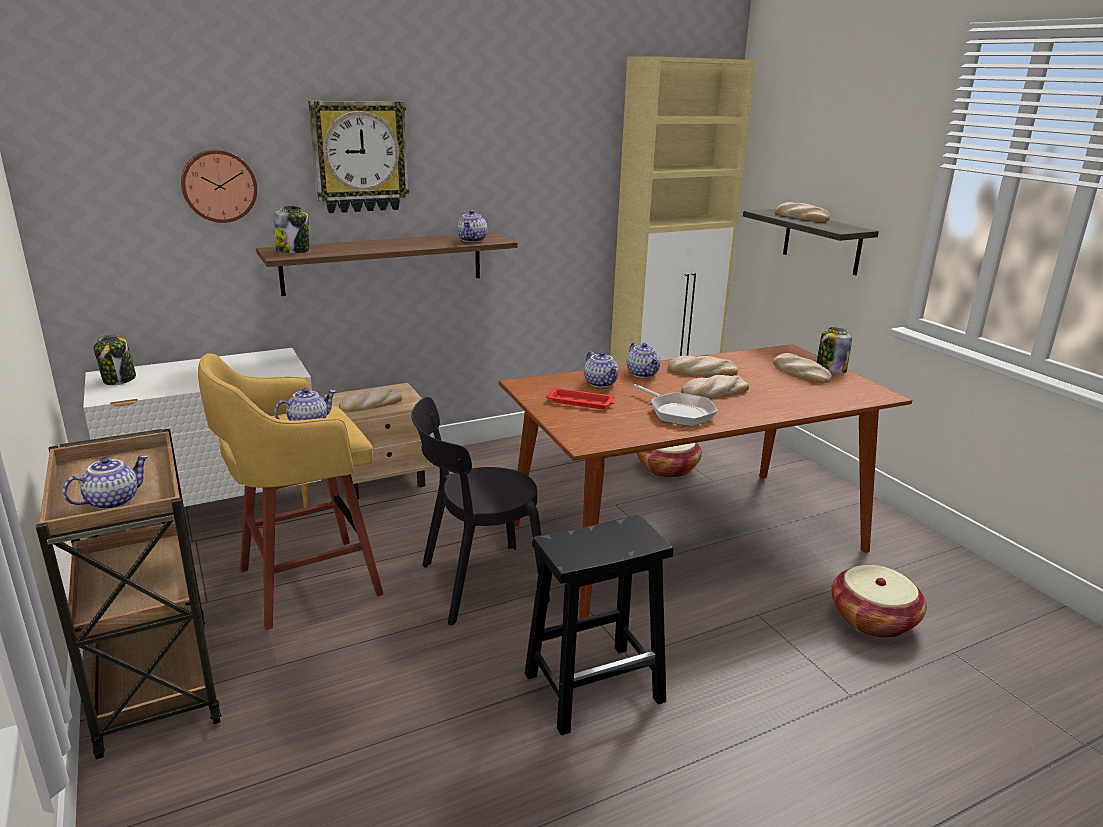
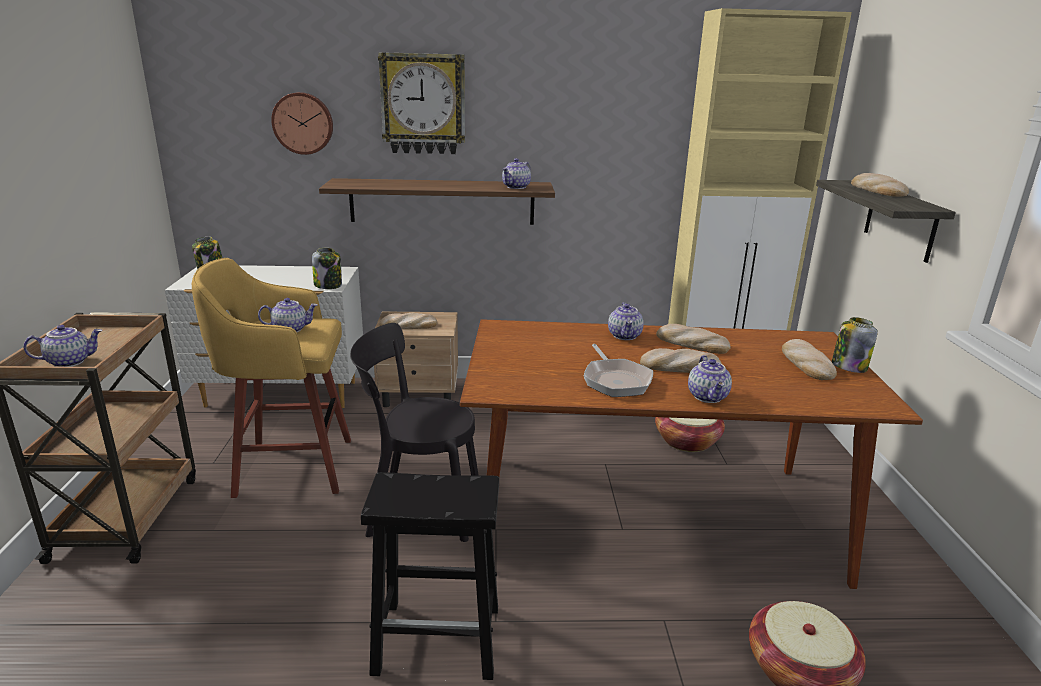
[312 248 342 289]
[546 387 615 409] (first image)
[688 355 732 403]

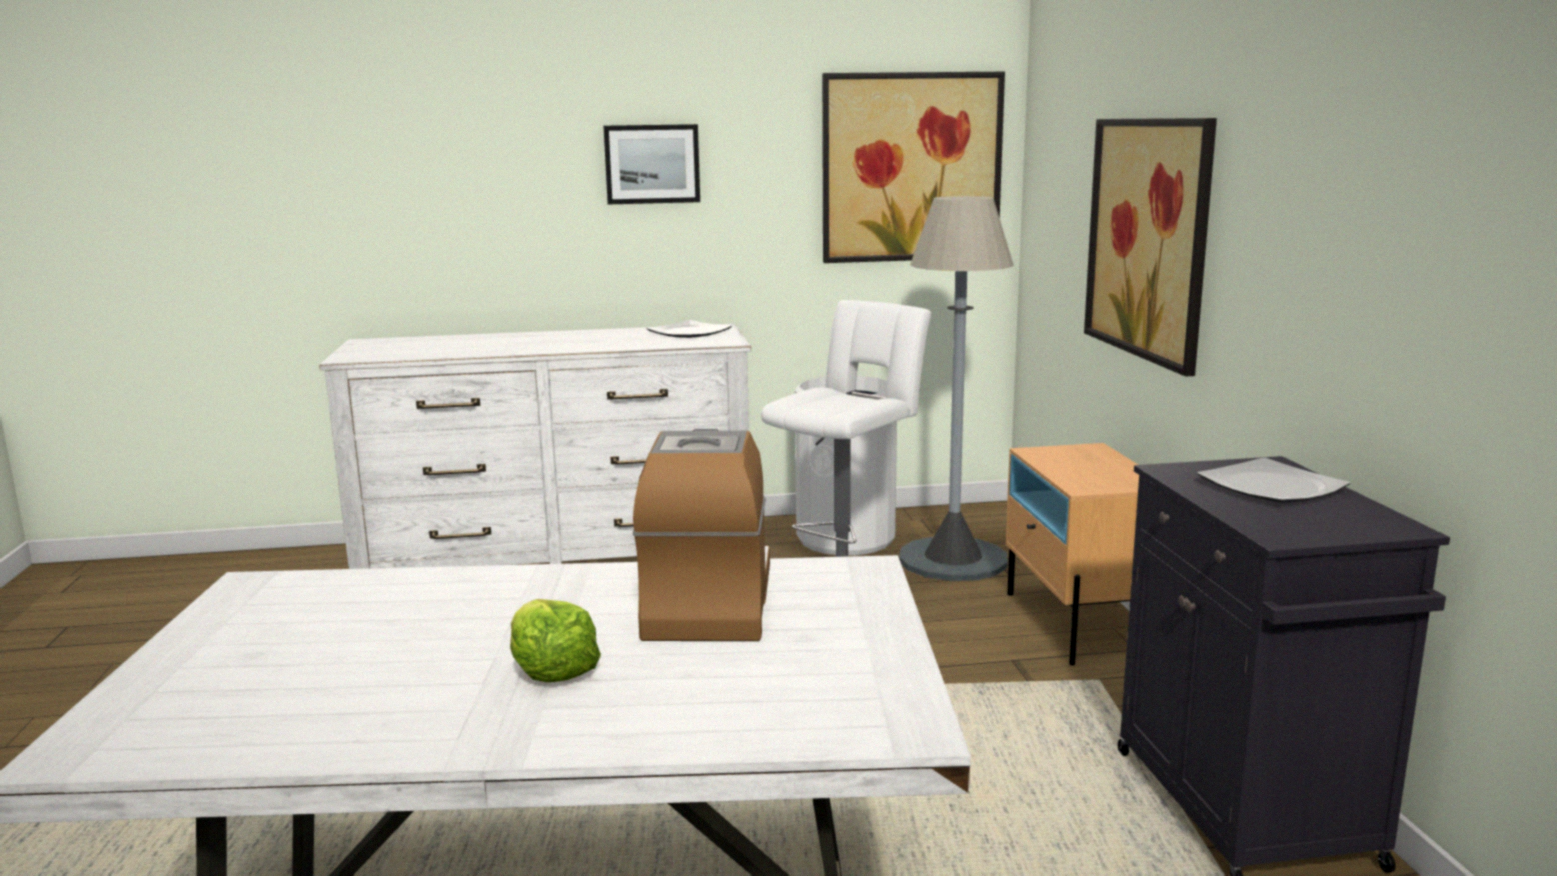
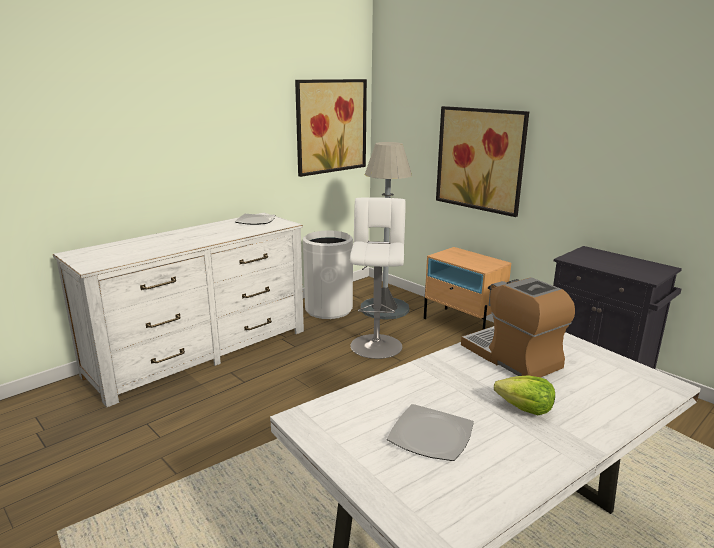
[604 124 700 204] (first image)
[387 404 474 461]

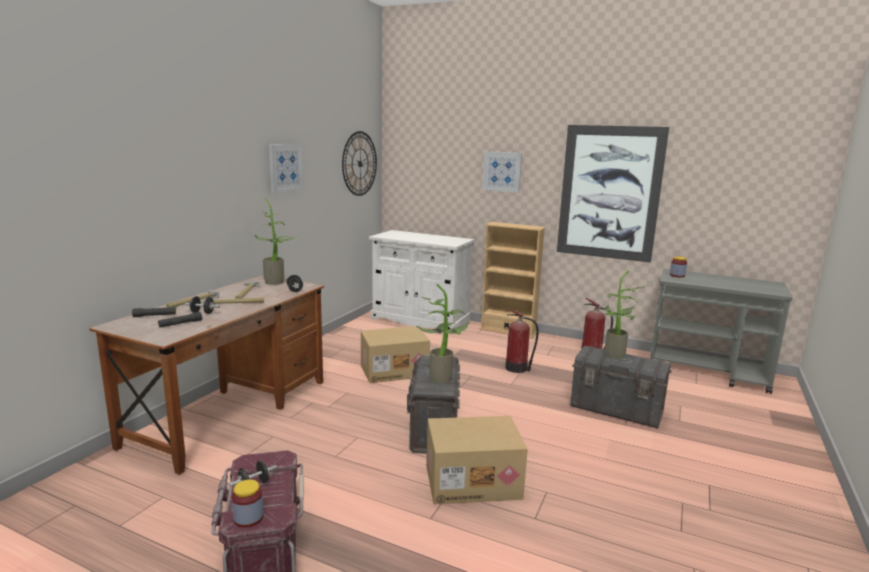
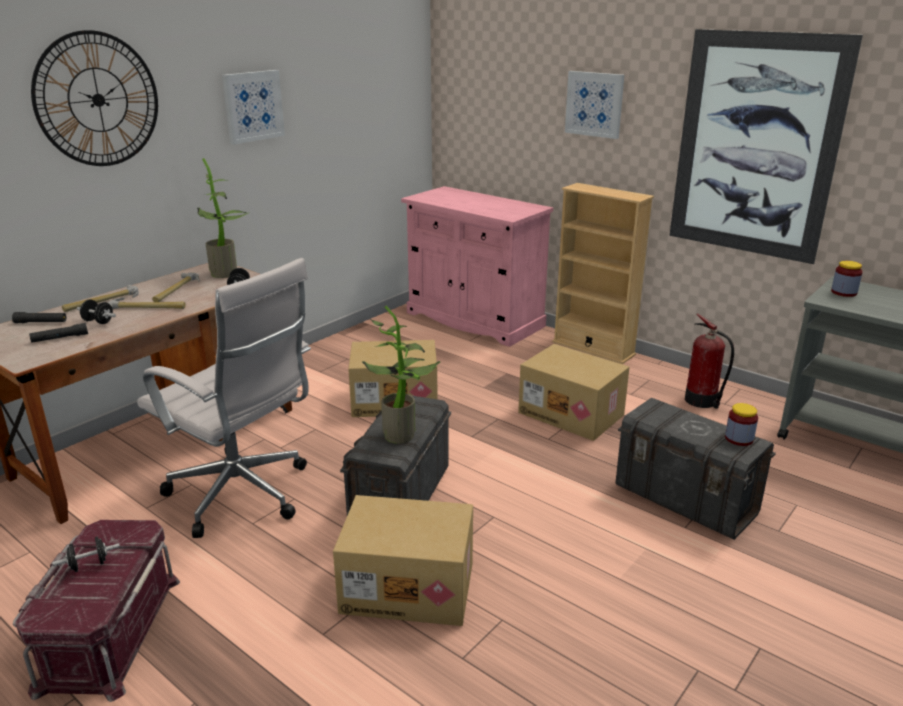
[725 403 758 446]
[31 30 158 166]
[401 186 553 347]
[518 344 629 441]
[604 271 645 359] (first image)
[137 258 311 538]

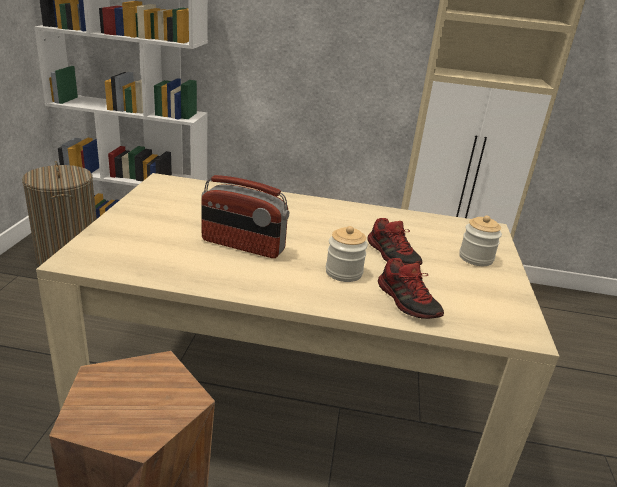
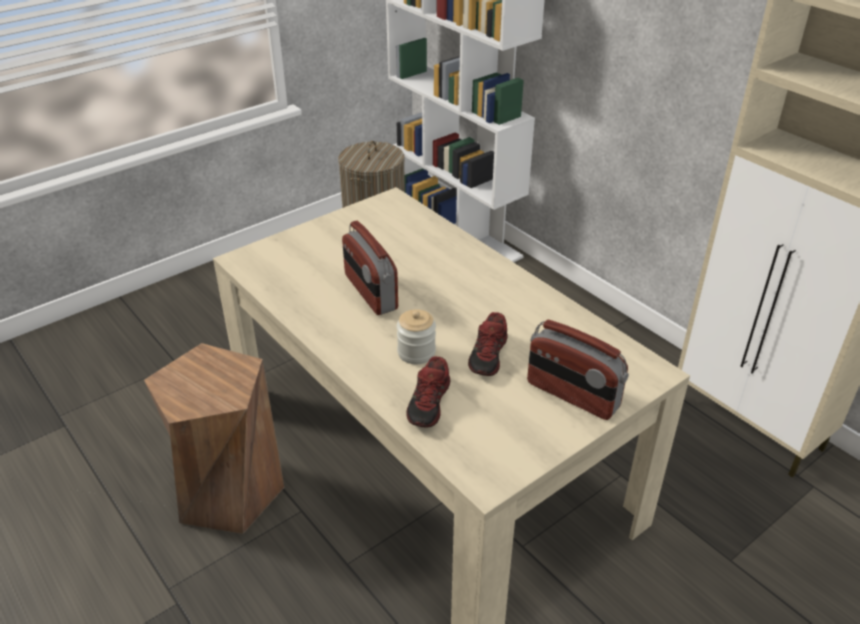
[527 320 629 420]

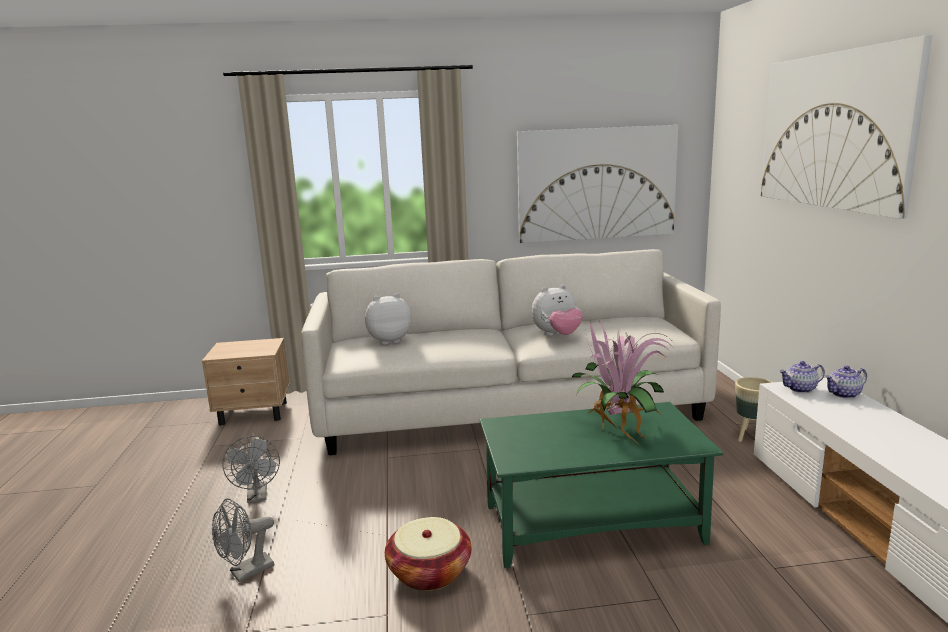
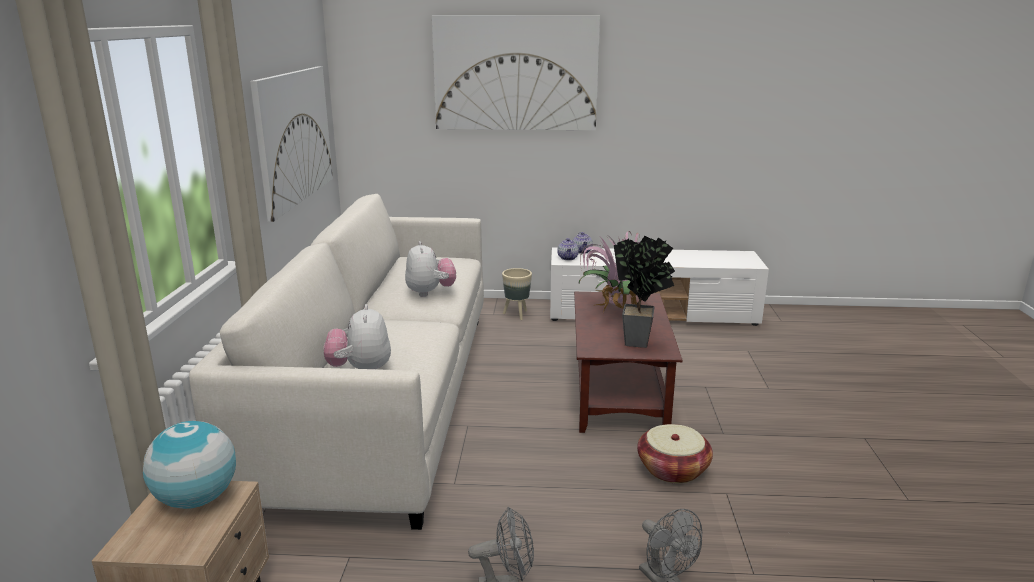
[574 292 683 433]
[143 421 236 509]
[614 236 675 348]

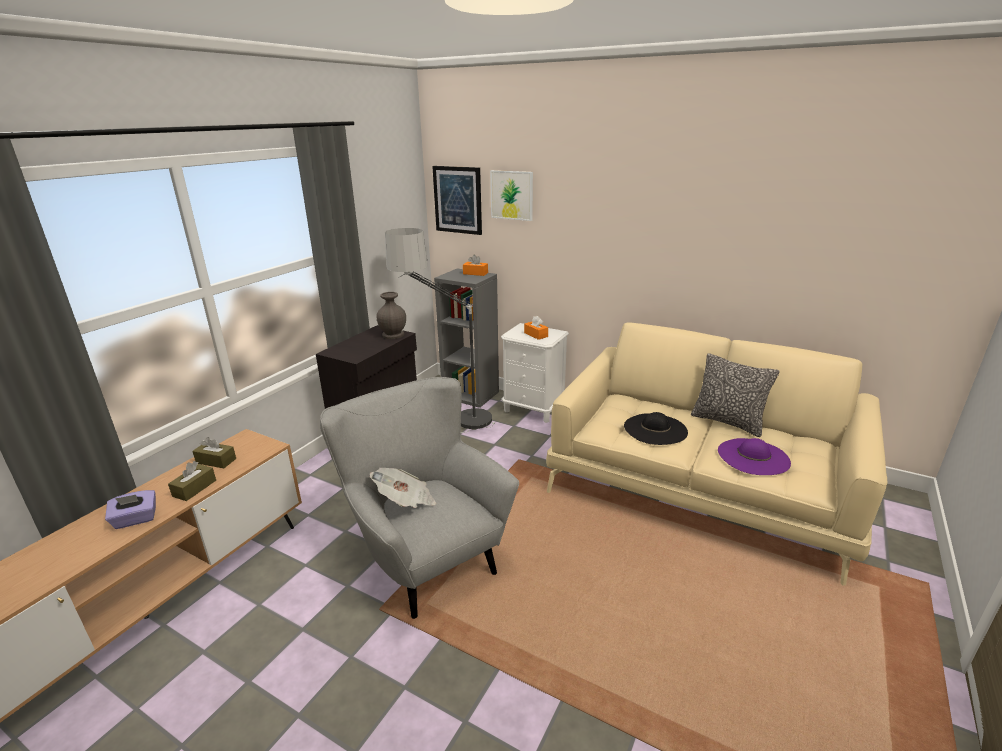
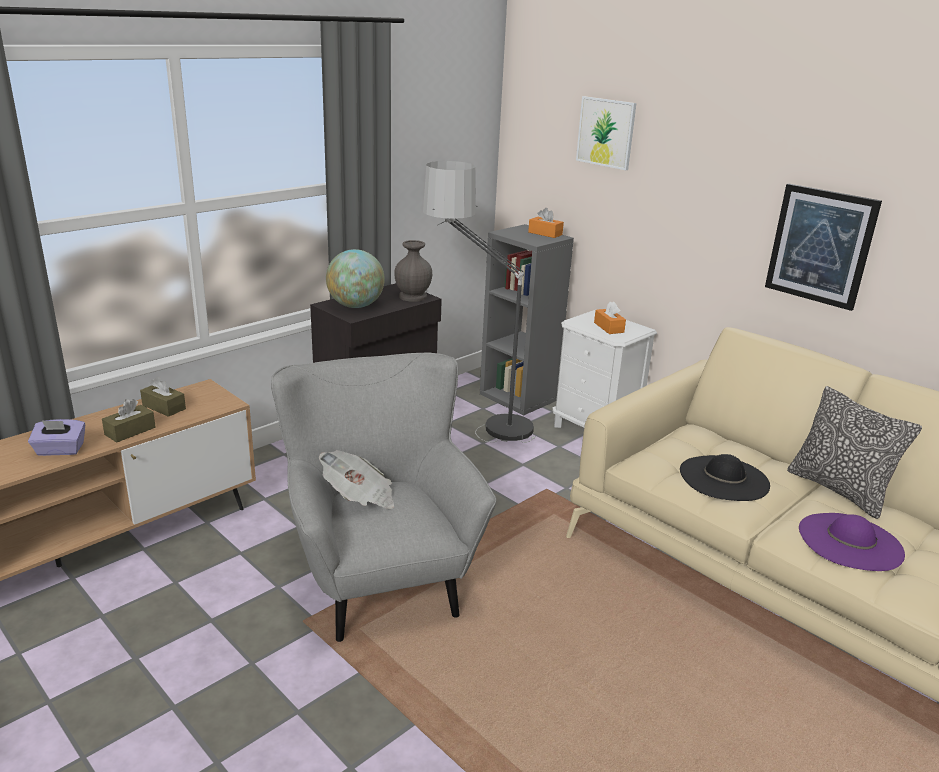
[765 184 882 311]
[326 249 385 308]

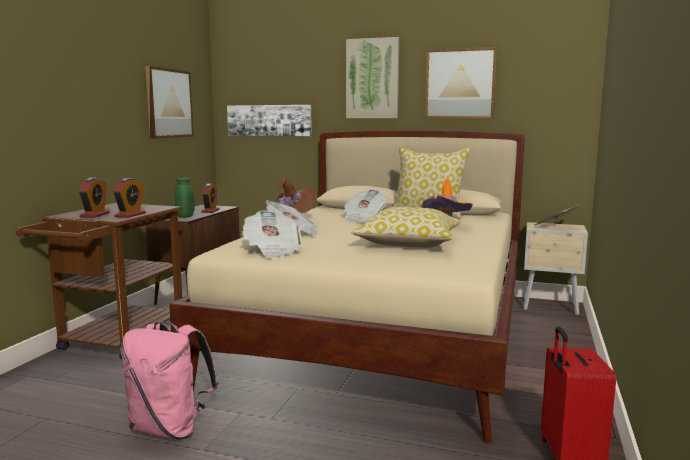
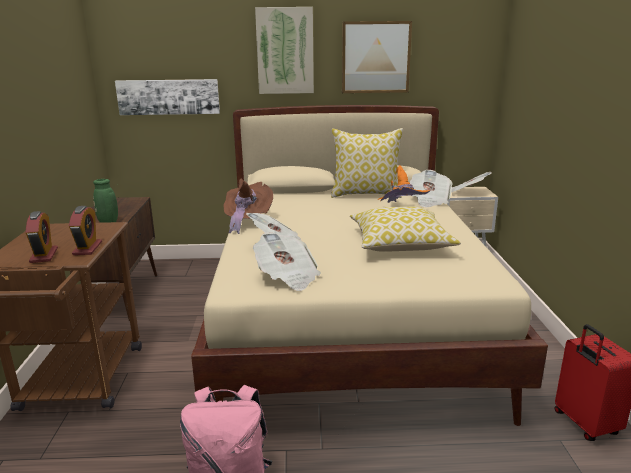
[145 66 194 139] (first image)
[201 184 219 213] (first image)
[410 170 453 207]

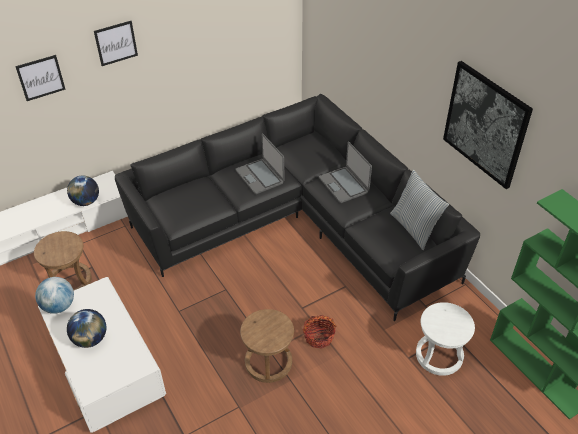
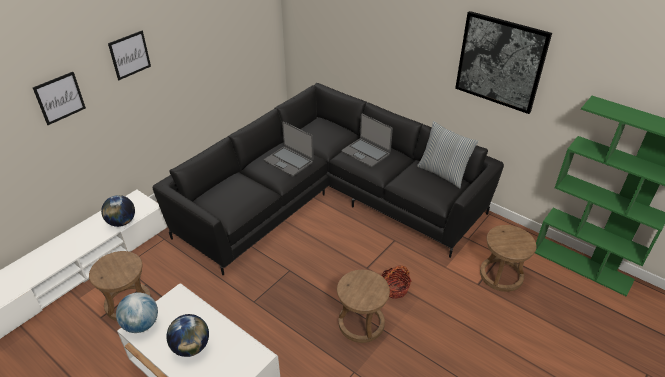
[480 225 537 292]

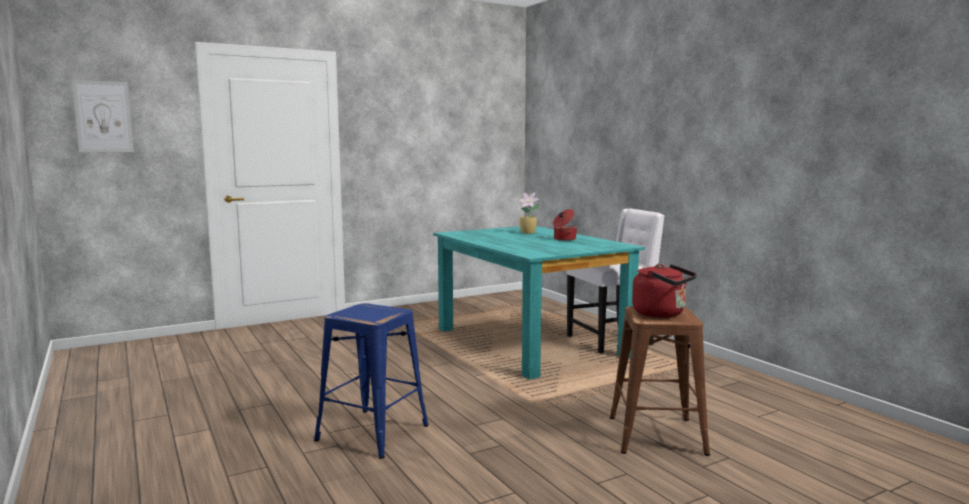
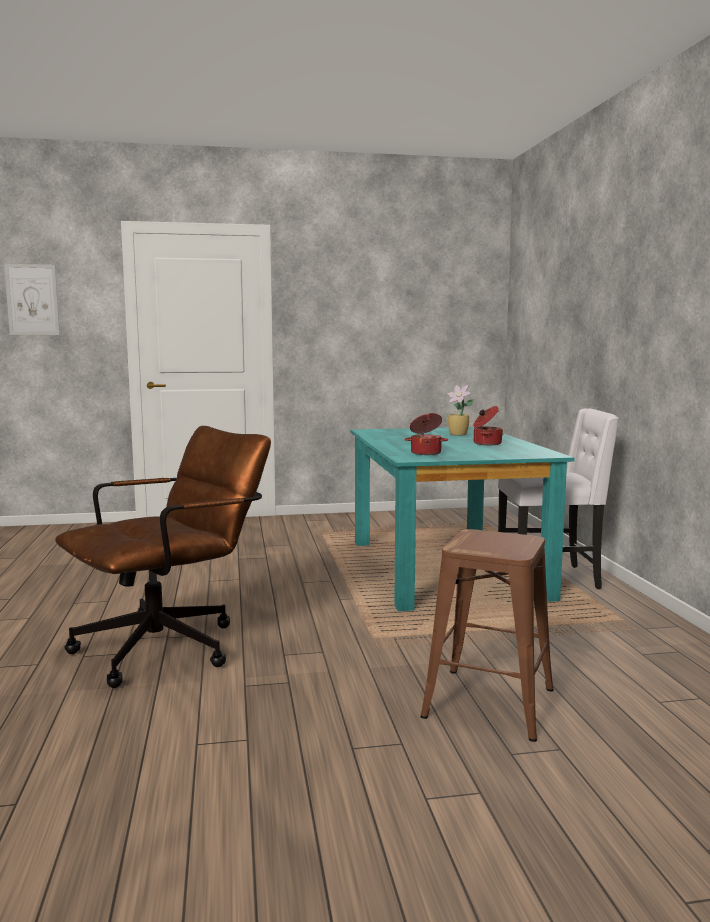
[55 426 271 688]
[632 264 697 318] (first image)
[404 413 448 455]

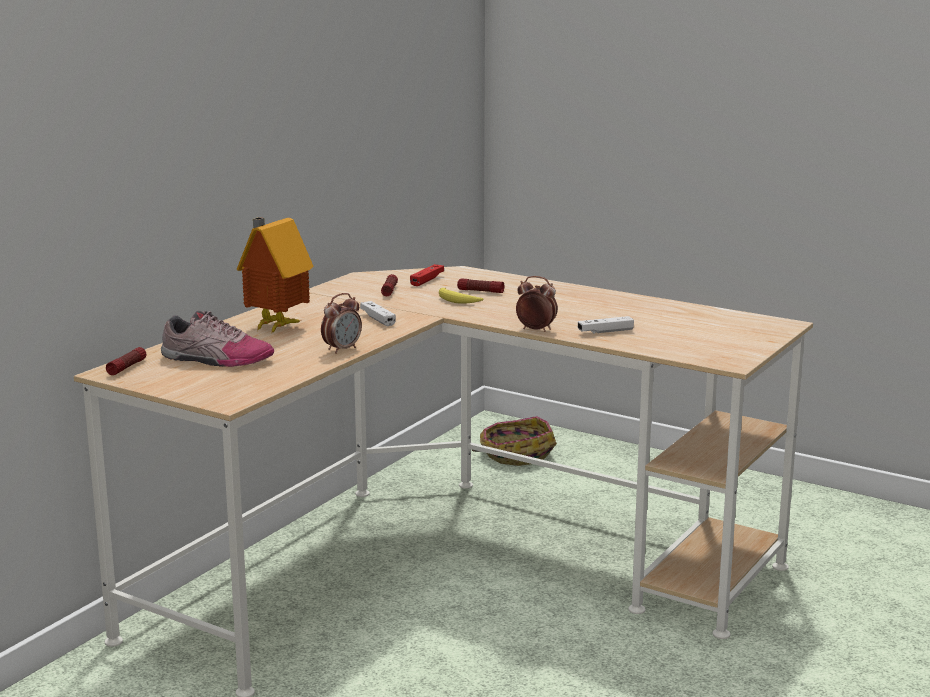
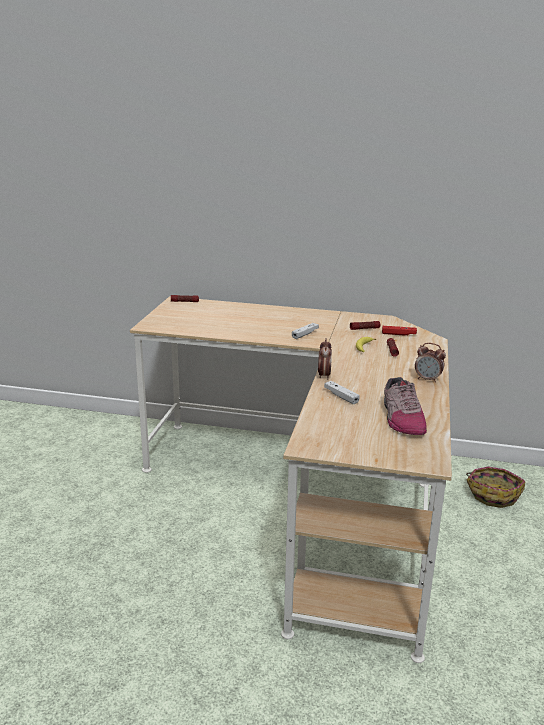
[384 377 427 435]
[236 217 314 334] (first image)
[415 343 446 383]

